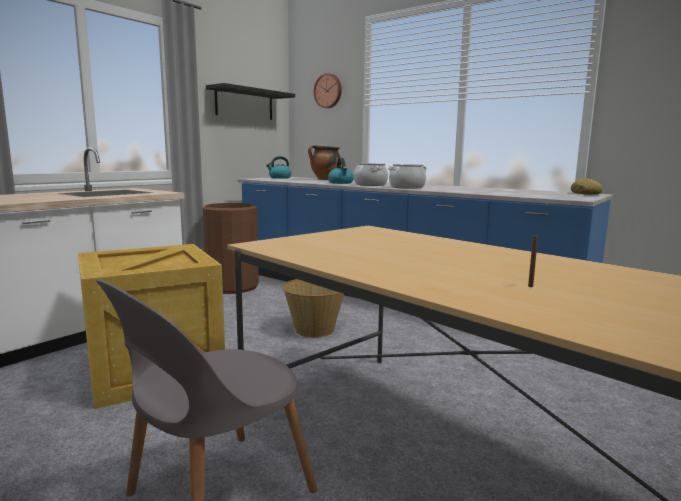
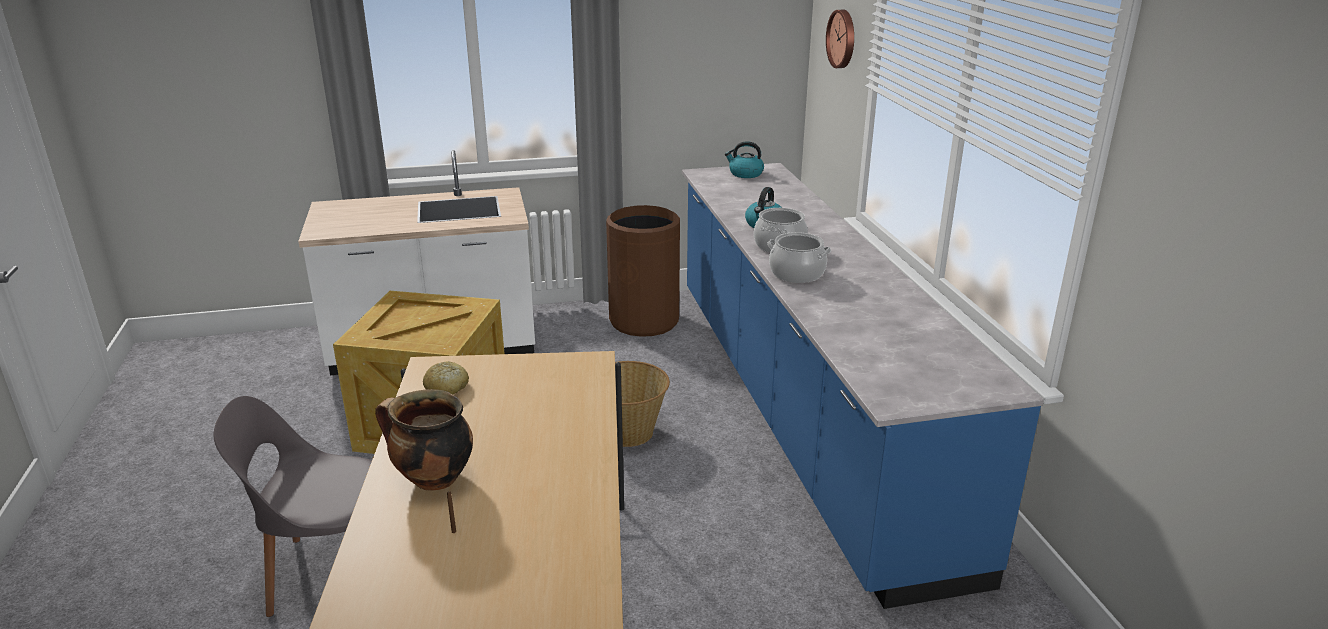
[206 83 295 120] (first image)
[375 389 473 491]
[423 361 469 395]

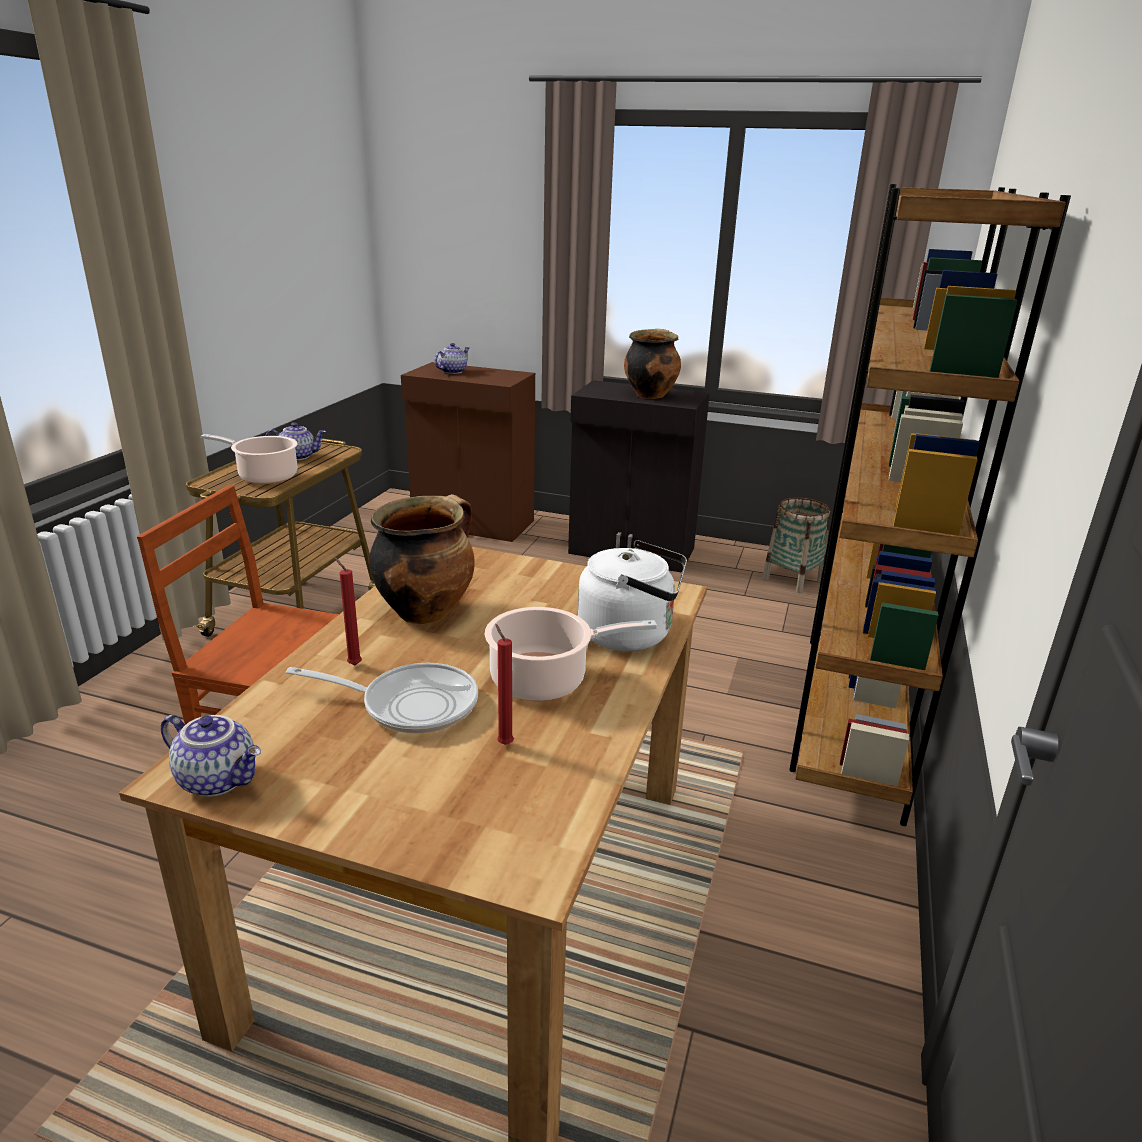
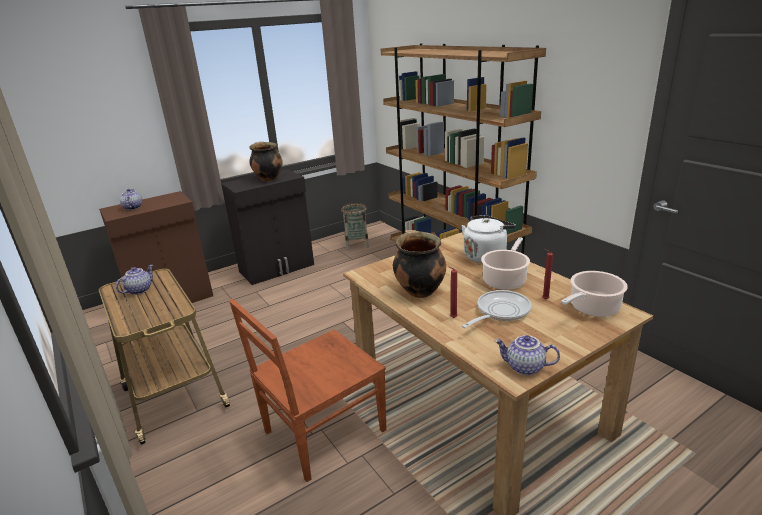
[494 335 560 375]
[561 271 628 317]

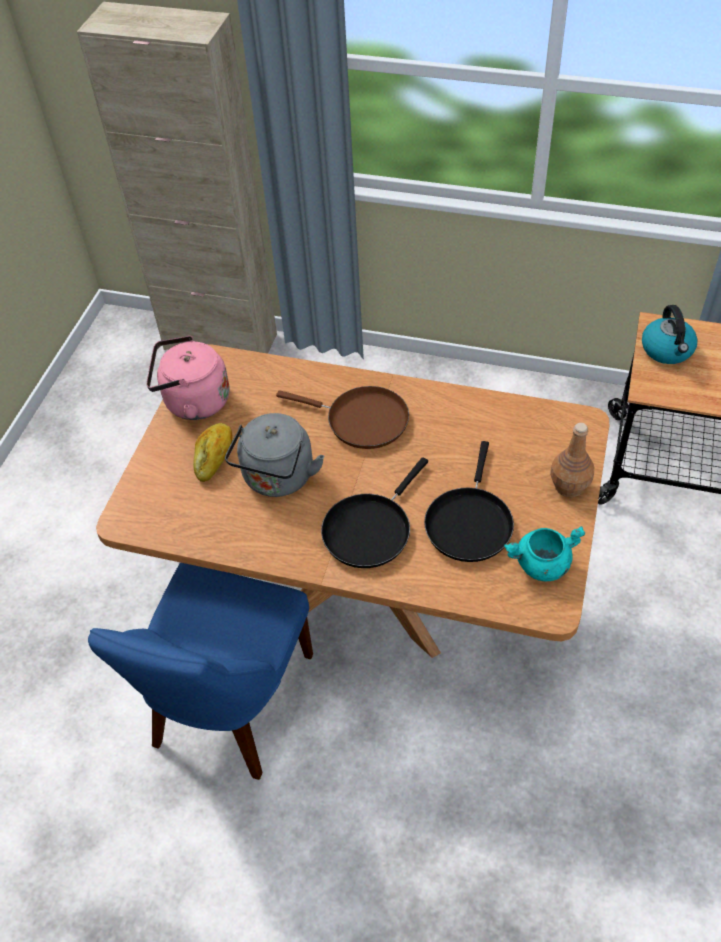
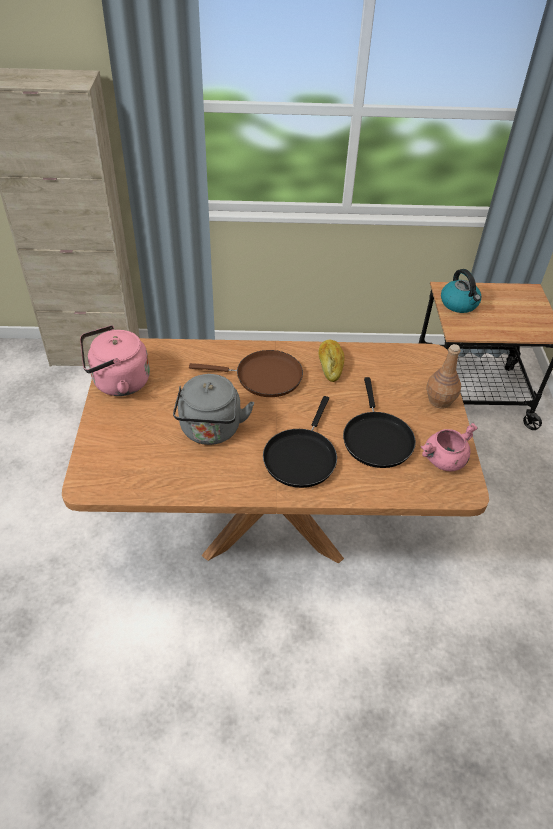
[88 563 313 780] (first image)
[318 340 345 382]
[421 423 477 471]

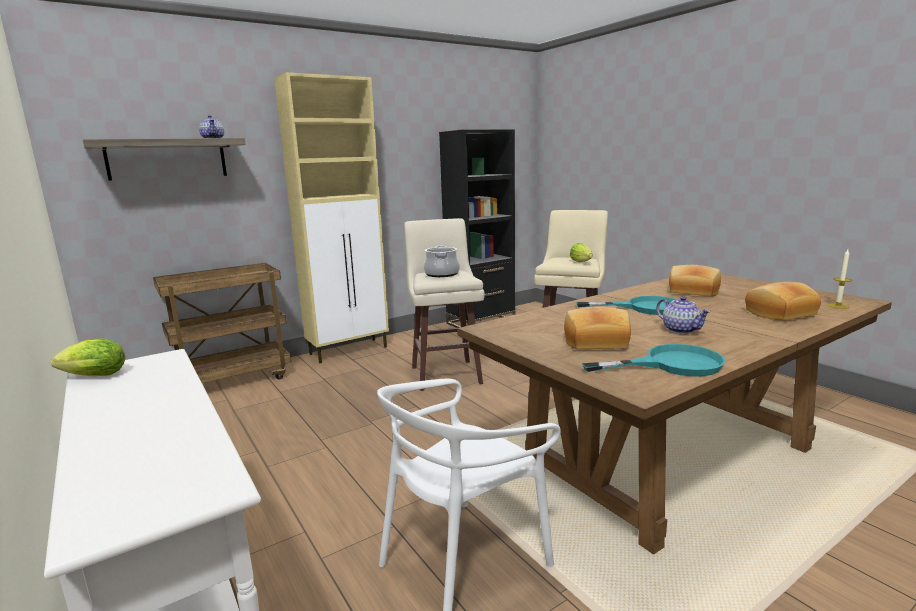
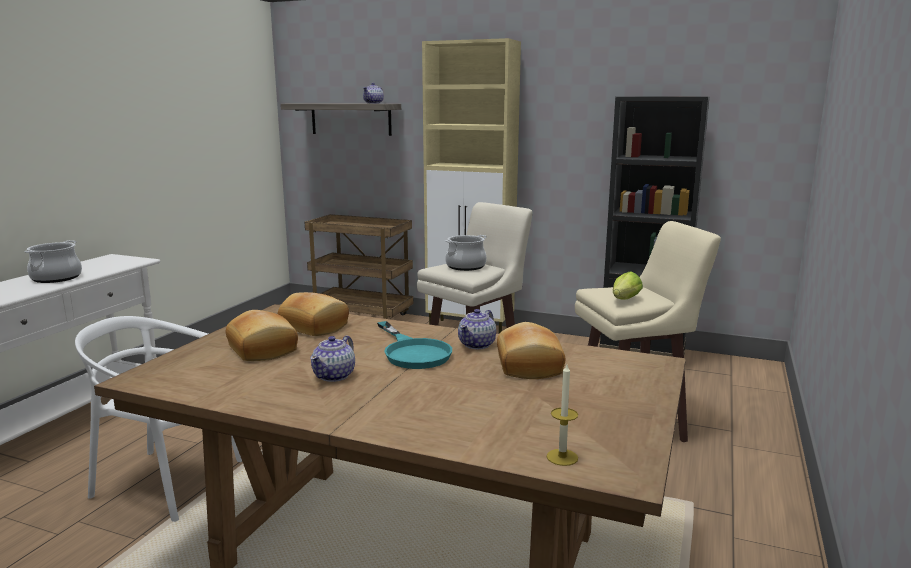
[51 338 125 376] (first image)
[582 344 726 377] (first image)
[278 292 349 336]
[24 240 82 283]
[458 309 496 349]

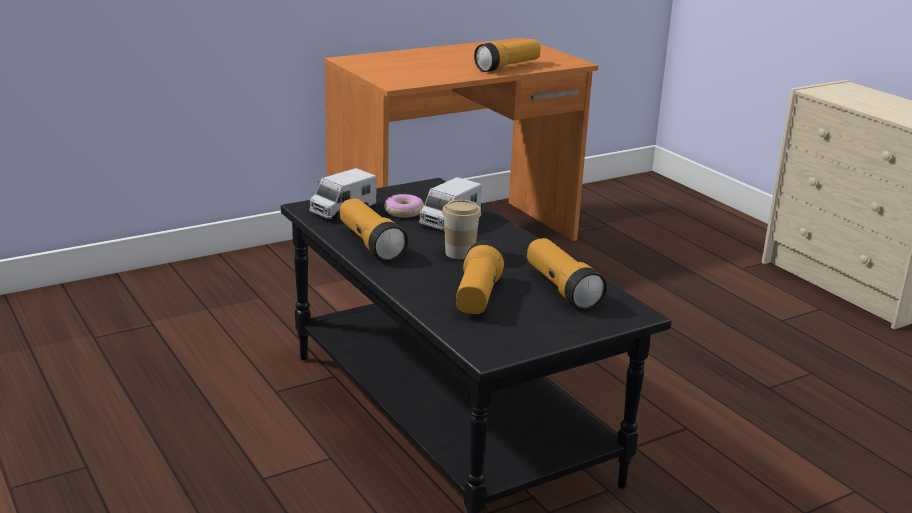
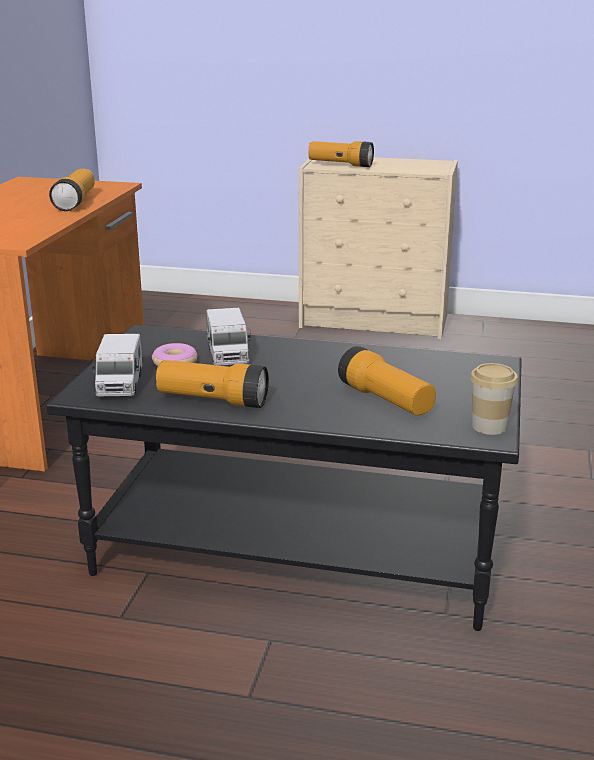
[470 363 518 435]
[308 141 374 167]

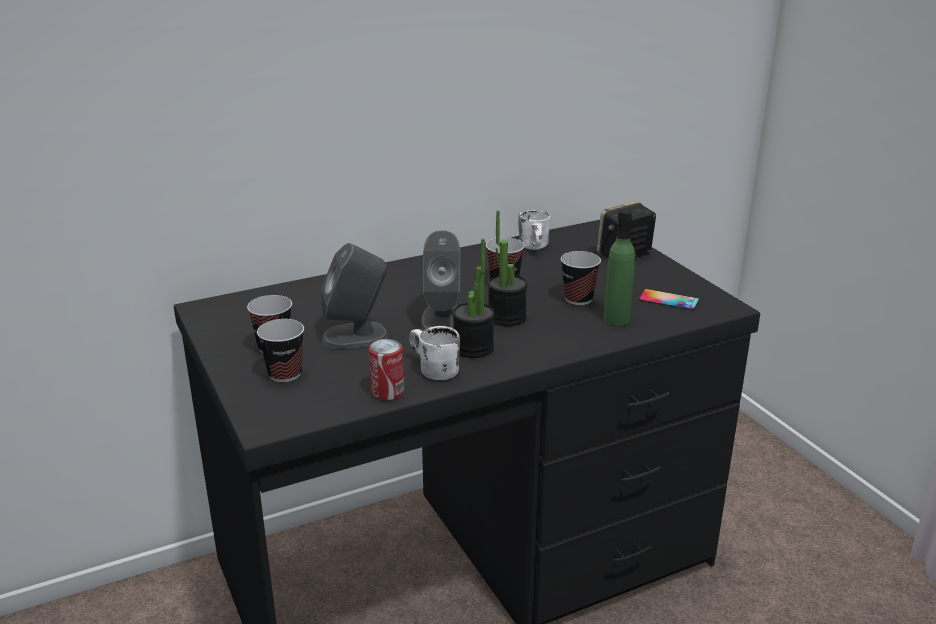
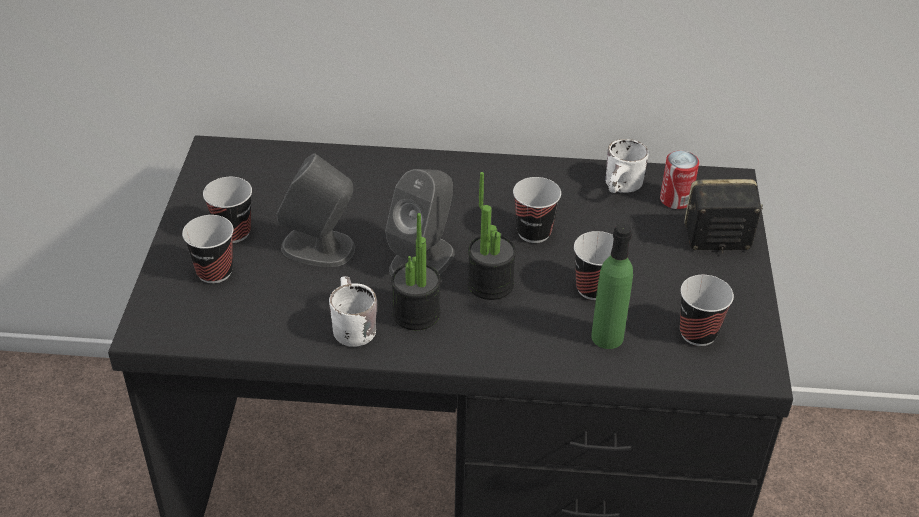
[660 151 699 209]
[680 275 734 346]

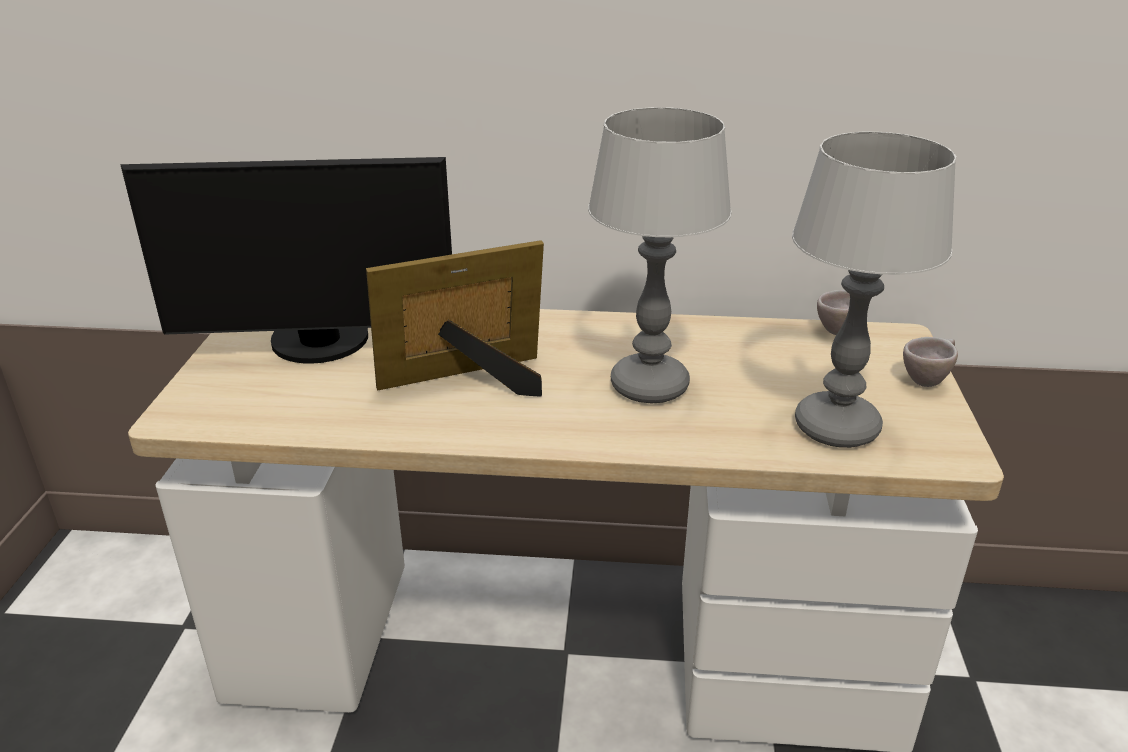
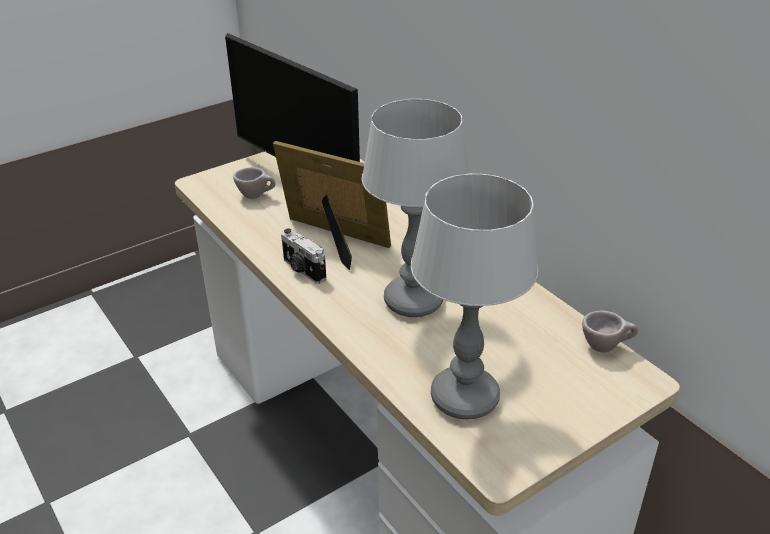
[233 167 276 199]
[281 228 326 284]

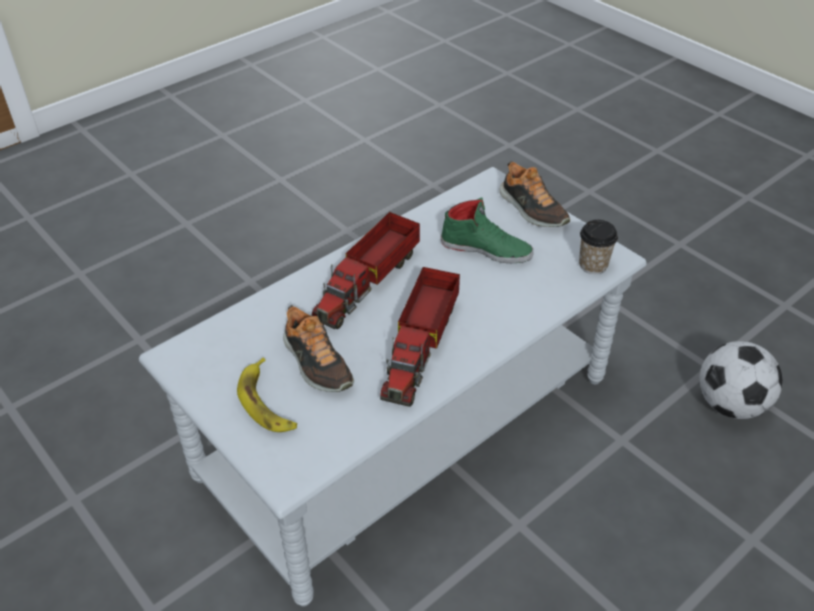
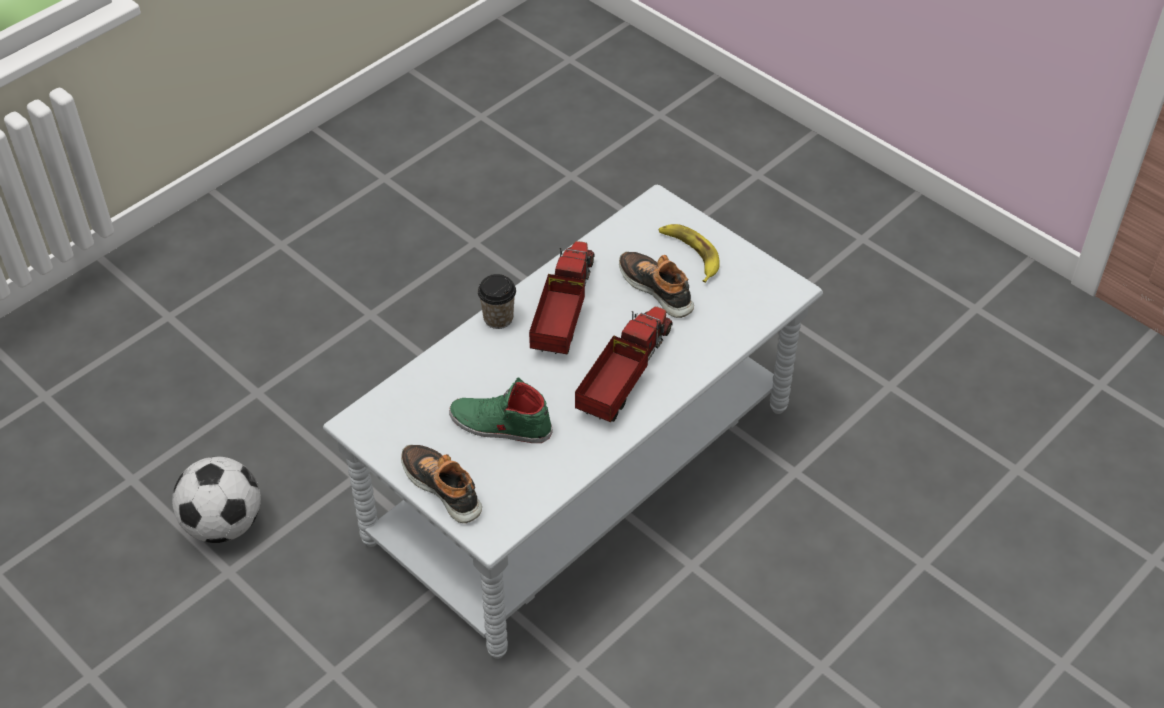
[478 274 516 329]

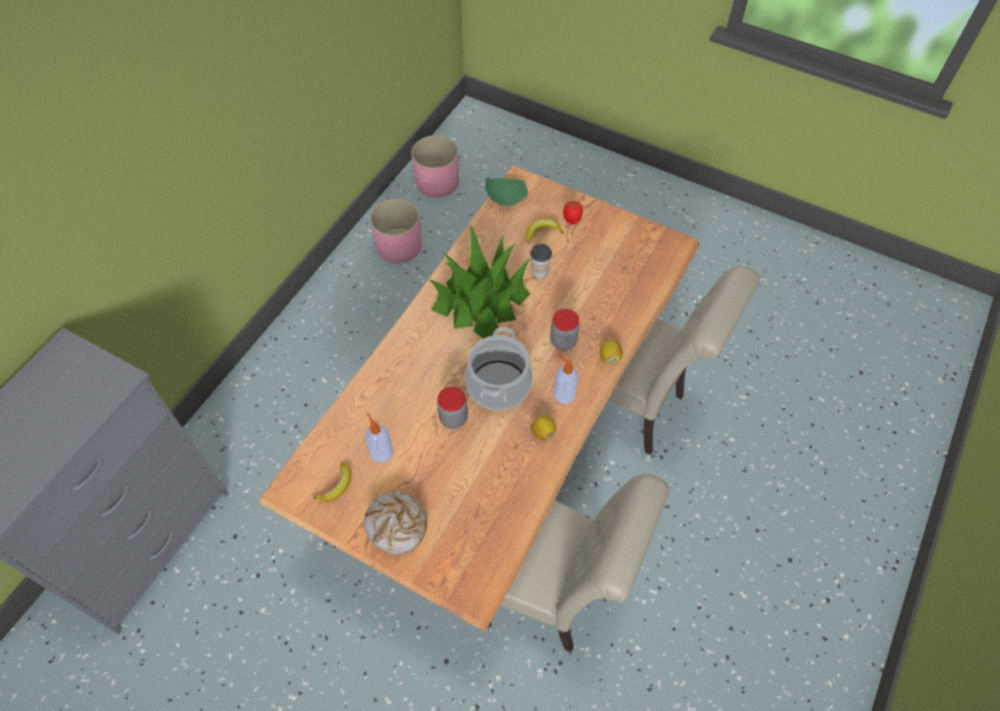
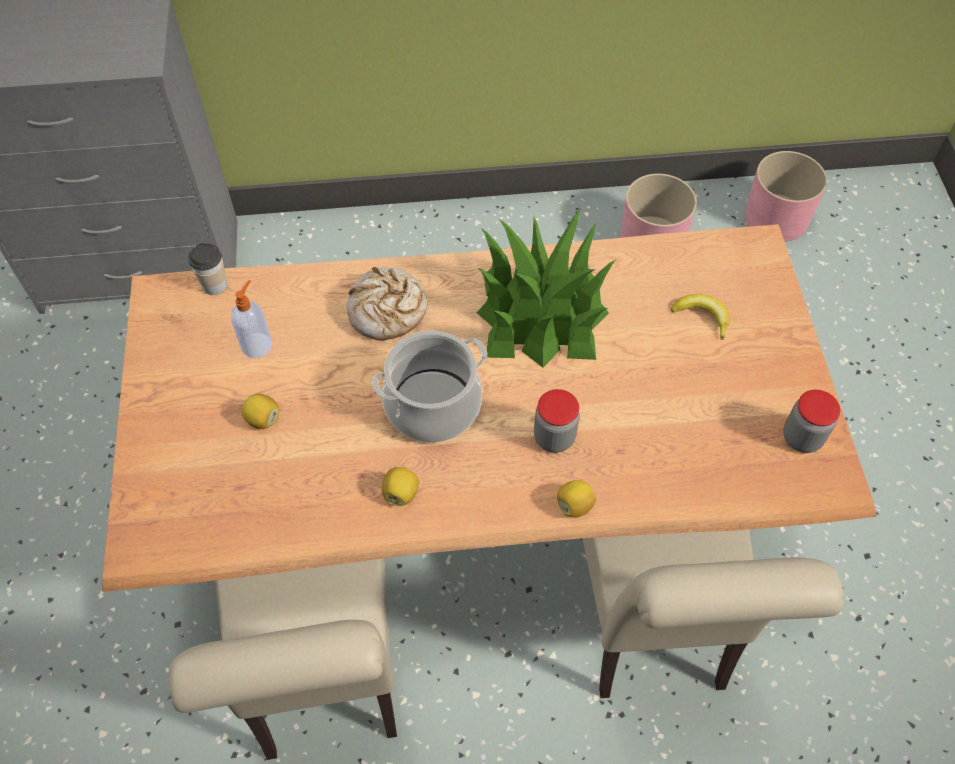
[313 463 351 502] (first image)
[347 267 427 341]
[783 390 840 453]
[485 177 528 206] (first image)
[188 243 227 295]
[554 355 579 404] (first image)
[563 201 583 224] (first image)
[241 393 279 429]

